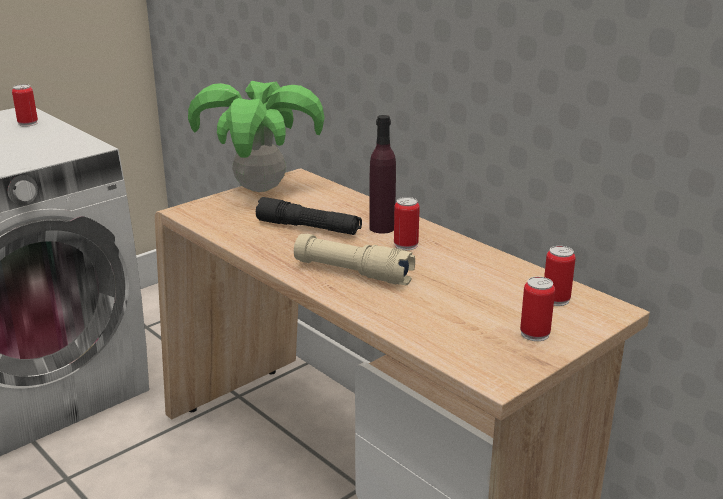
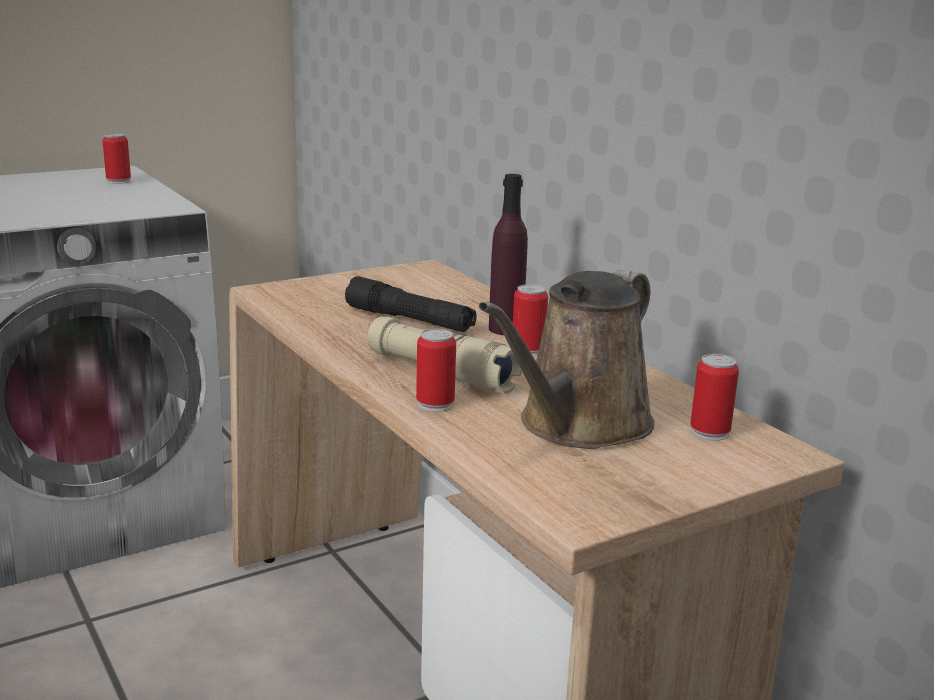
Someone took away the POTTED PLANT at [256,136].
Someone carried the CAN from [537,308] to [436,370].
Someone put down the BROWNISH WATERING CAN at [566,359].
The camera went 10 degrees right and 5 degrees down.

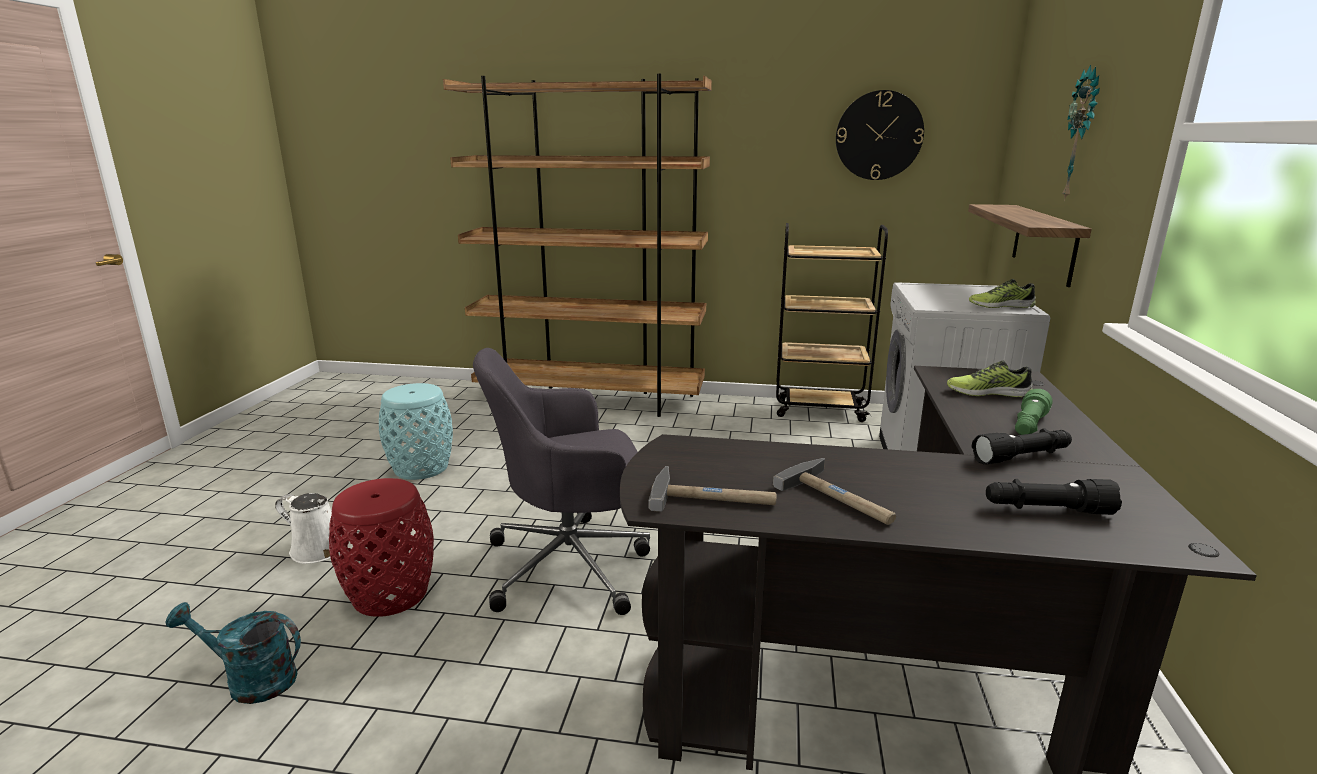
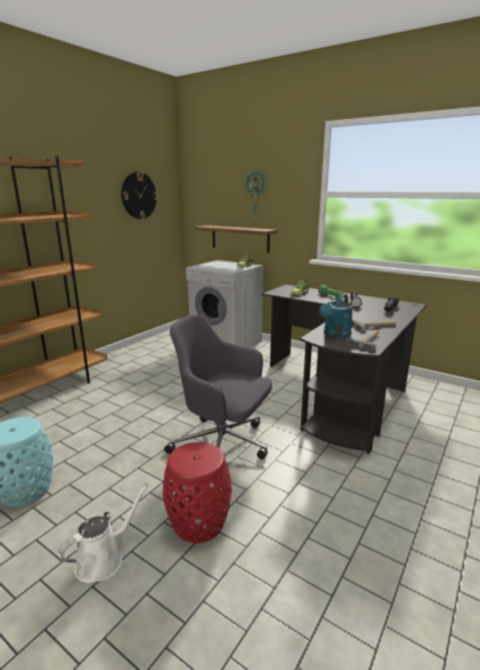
Someone carried the BLUE-GREEN WATERING CAN from [233,653] to [336,316].
Someone rotated the GRAY COMPUTER CHAIR at [561,481] by 105 degrees clockwise.
Someone took away the BROWNISH CART at [832,322].
The camera went 65 degrees left and 0 degrees up.

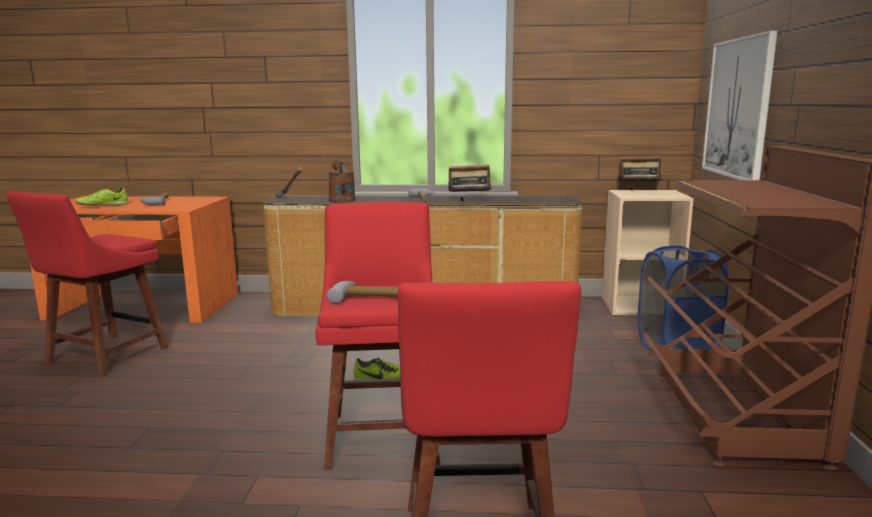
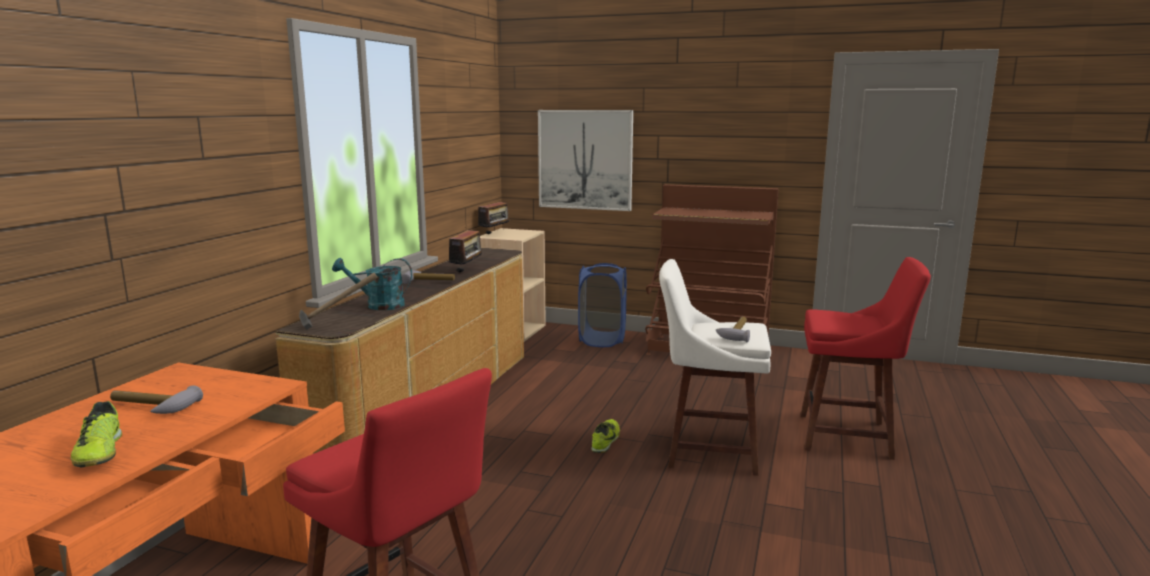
Someone repainted the REDDISH SITTING STOOL at [378,336], which became the WHITE SITTING STOOL at [715,367].
Someone repainted the BROWNISH WATERING CAN at [342,181], which became the BLUE-GREEN WATERING CAN at [372,284].
The camera went 75 degrees left and 0 degrees up.

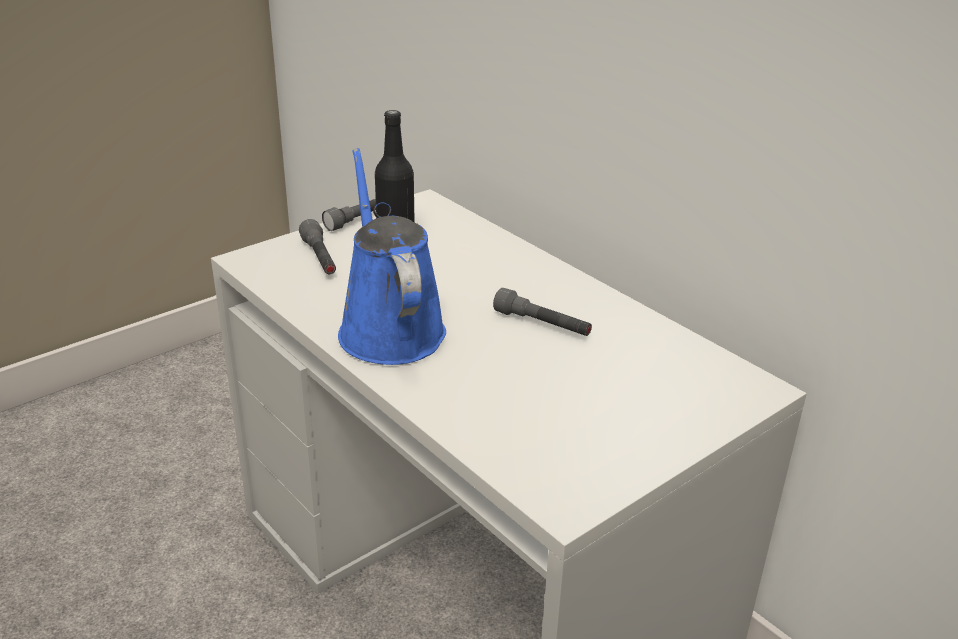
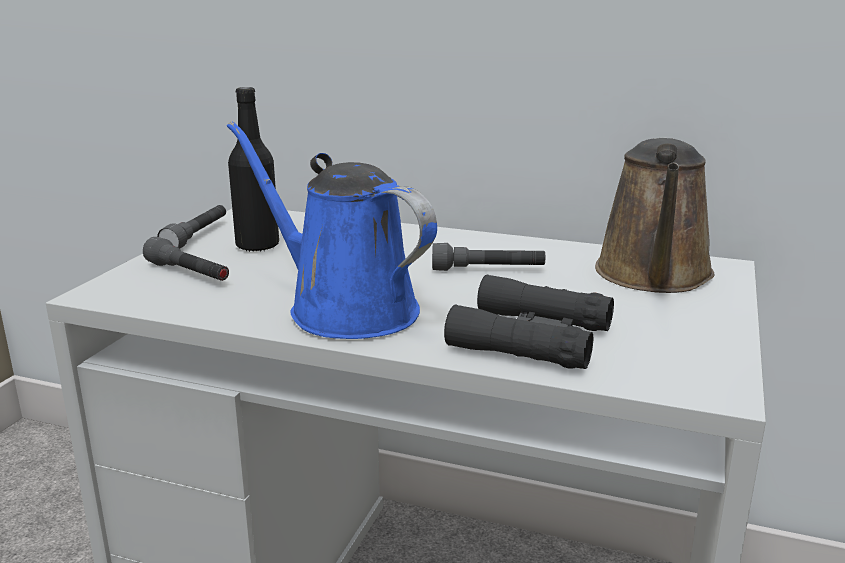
Someone put down the BLACK-COLOURED PAIR OF BINOCULARS at [529,321].
Someone put down the BROWNISH WATERING CAN at [654,215].
The camera went 30 degrees left and 10 degrees down.

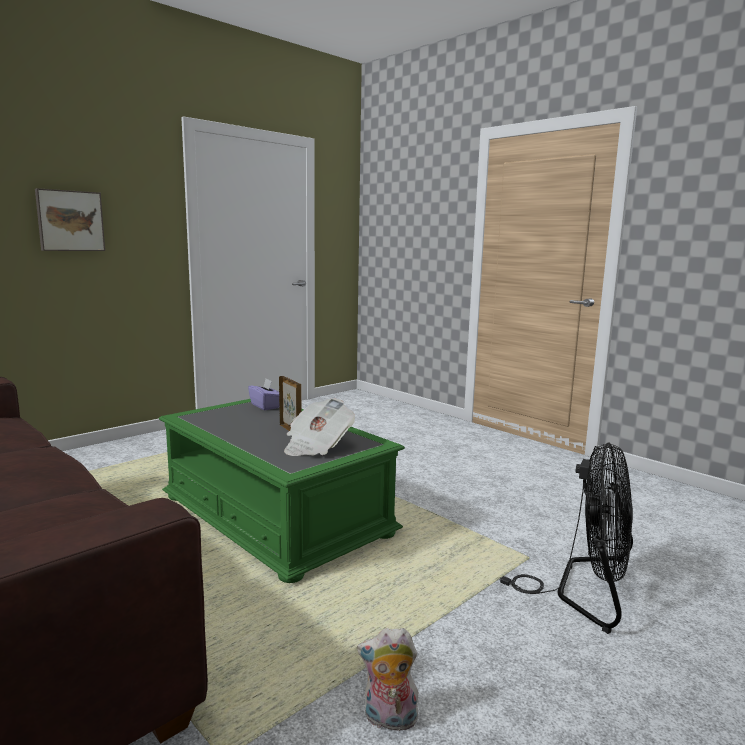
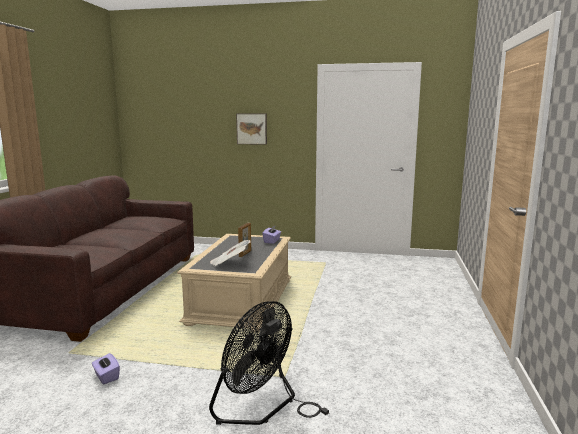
Someone repainted the GREENISH LOUNGE TABLE at [282,491], which became the BEIGE-COLOURED LOUNGE TABLE at [234,283].
Someone swapped the SOFT TOY at [387,679] for the PURPLE TISSUE HOLDER at [106,368].
Someone rotated the BLACK-COLOURED ELECTRIC FAN at [566,538] by 135 degrees clockwise.
The camera went 55 degrees right and 0 degrees up.

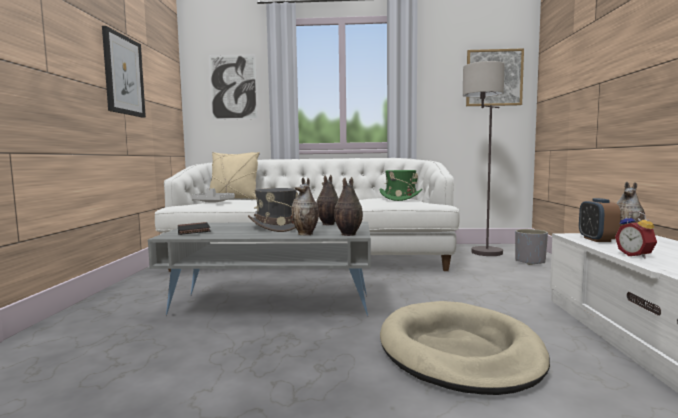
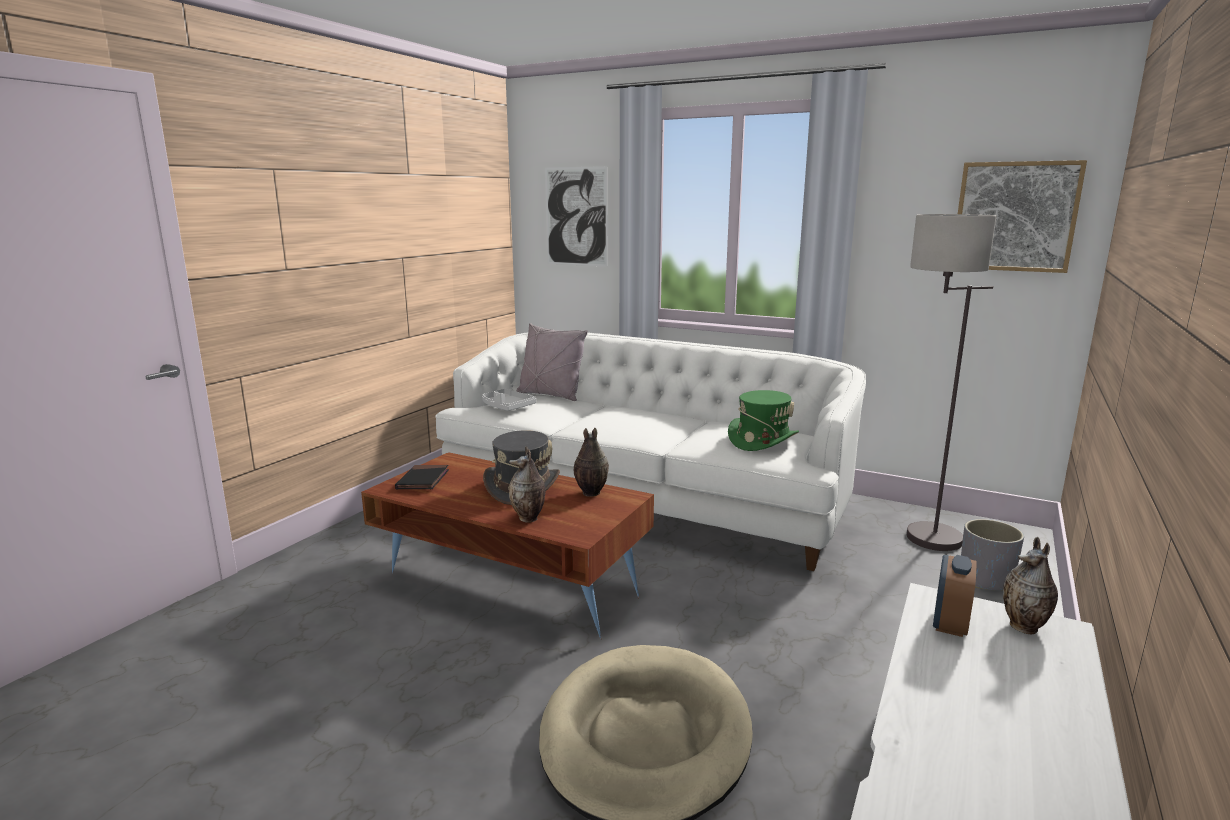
Someone took away the WALL ART at [124,71].
Someone repainted the GRAY LOUNGE TABLE at [259,269], which became the BROWNISH LOUNGE TABLE at [507,545].
Someone repainted the BEIGE-COLOURED CUSHION at [235,175], which became the PURPLE CUSHION at [552,362].
Someone took away the FLOWER VASE at [348,206].
Someone took away the TABLE CLOCK at [636,234].
The camera went 25 degrees right and 10 degrees up.

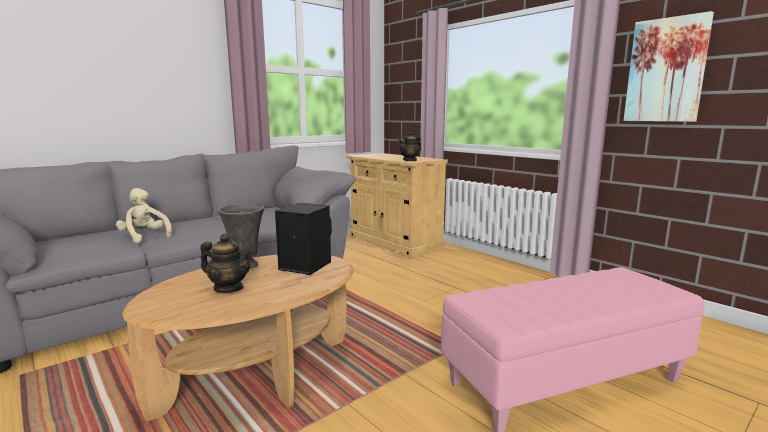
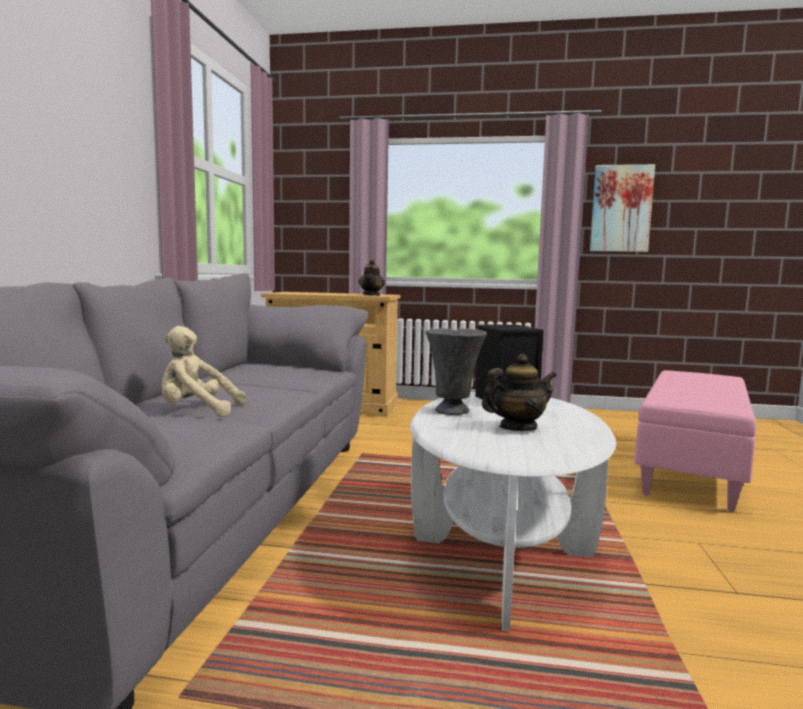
Someone repainted the BROWNISH LOUNGE TABLE at [237,338], which became the WHITE LOUNGE TABLE at [513,512].
The camera went 40 degrees left and 5 degrees down.

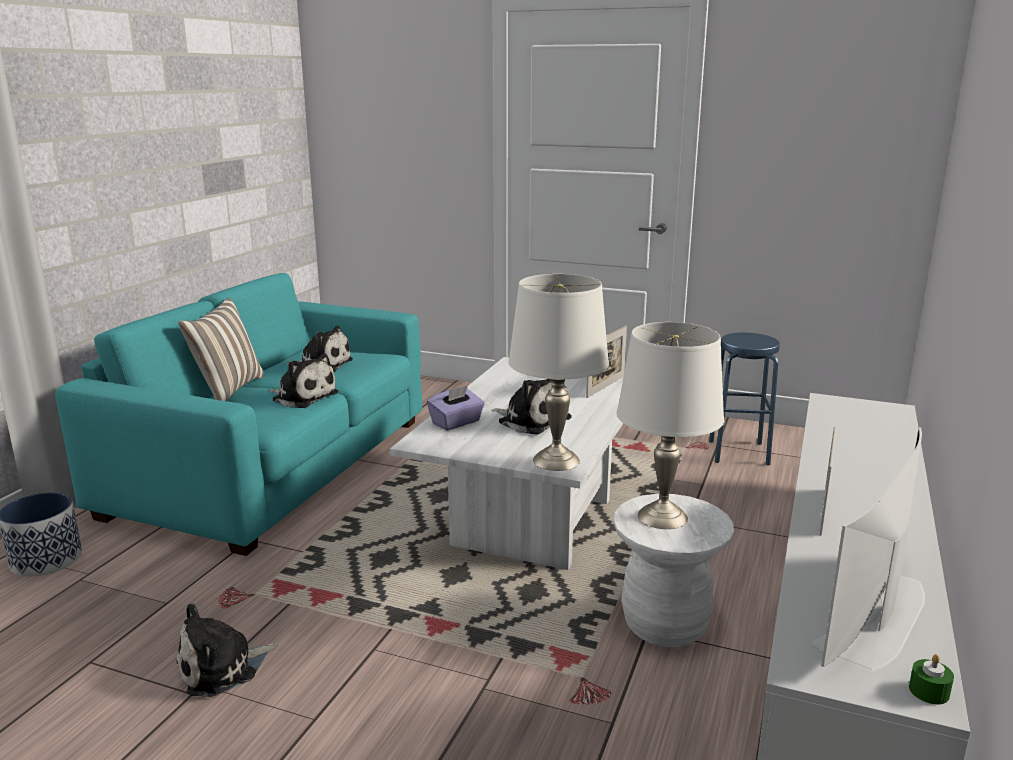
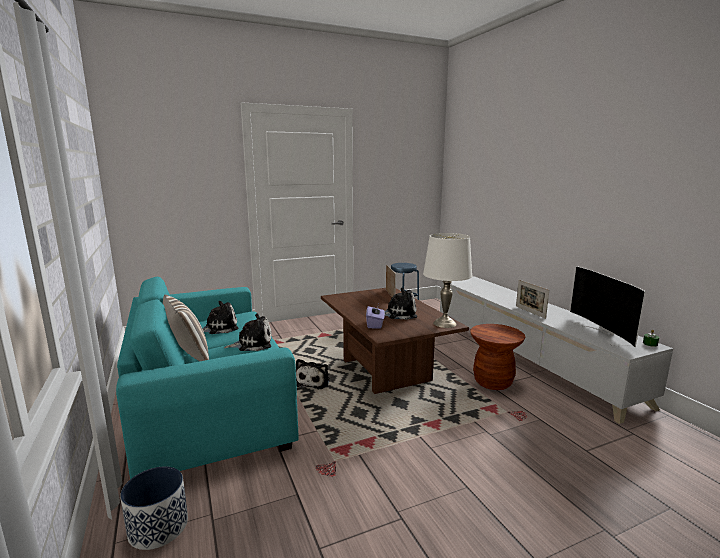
Someone carried the SOFT TOY from [227,650] to [313,374].
Someone repainted the WHITE LOUNGE TABLE at [506,463], which became the BROWNISH LOUNGE TABLE at [395,341].
Someone repainted the WHITE SITTING STOOL at [673,570], which became the BROWNISH SITTING STOOL at [497,357].
Someone took away the WHITE TABLETOP LAMP at [670,425].
The camera went 45 degrees left and 5 degrees down.

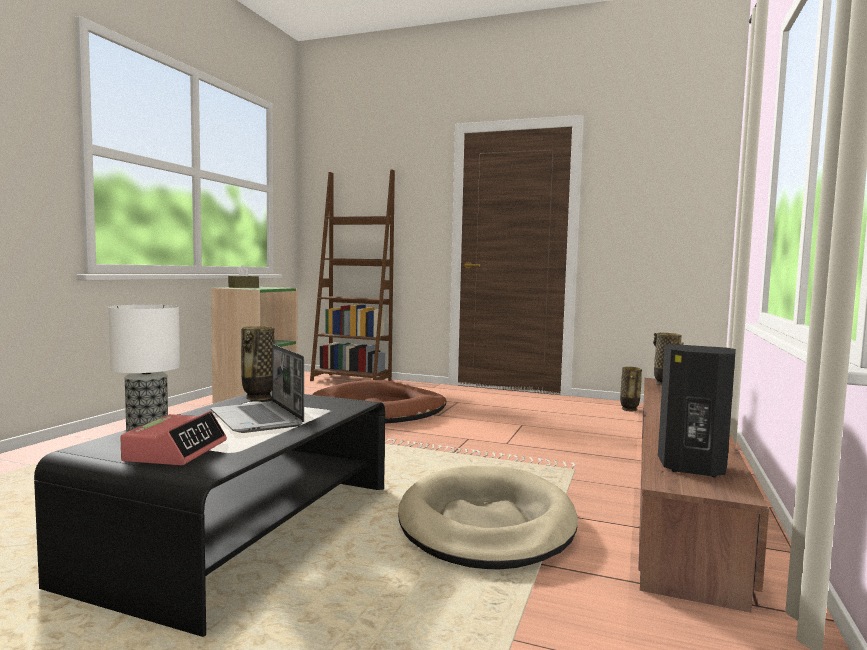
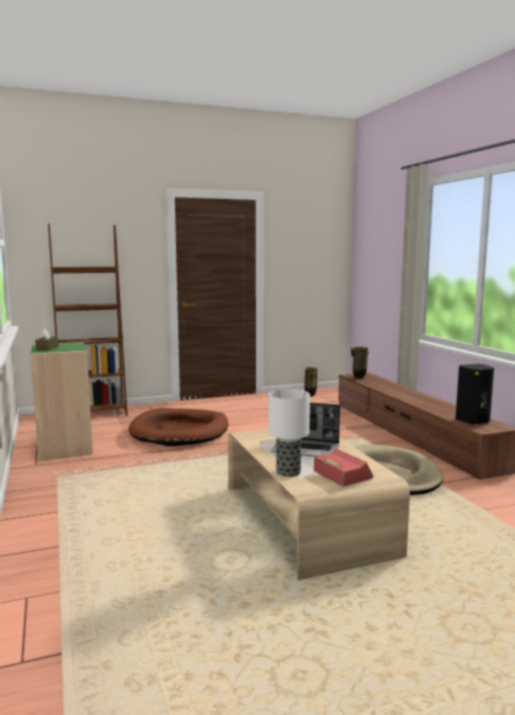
Someone repainted the BLACK-COLOURED LOUNGE TABLE at [209,514], which became the BEIGE-COLOURED LOUNGE TABLE at [319,504].
Someone took away the FLOWER VASE at [258,363].
The camera went 40 degrees left and 5 degrees up.

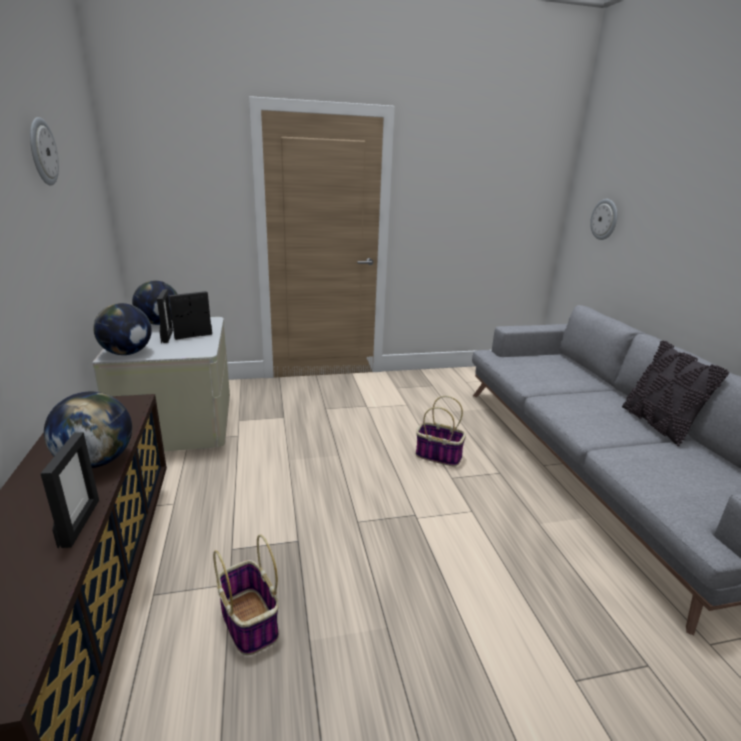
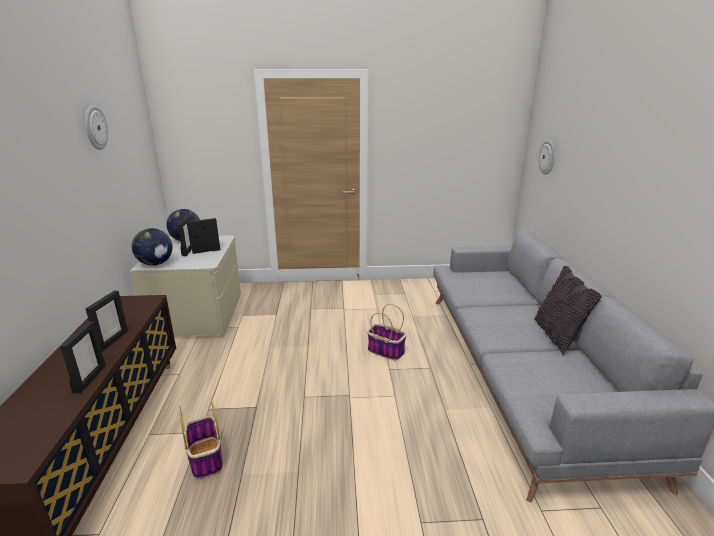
Someone swapped the WORLD GLOBE at [88,430] for the PICTURE FRAME at [107,320].
The camera went 10 degrees right and 0 degrees up.

